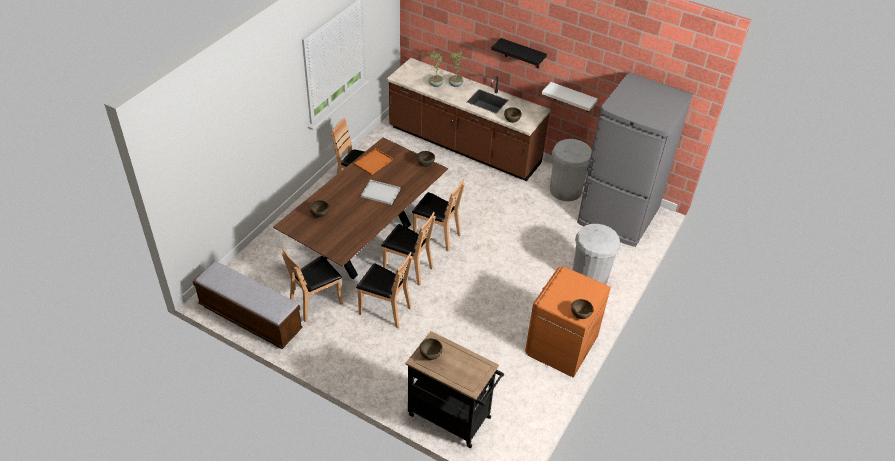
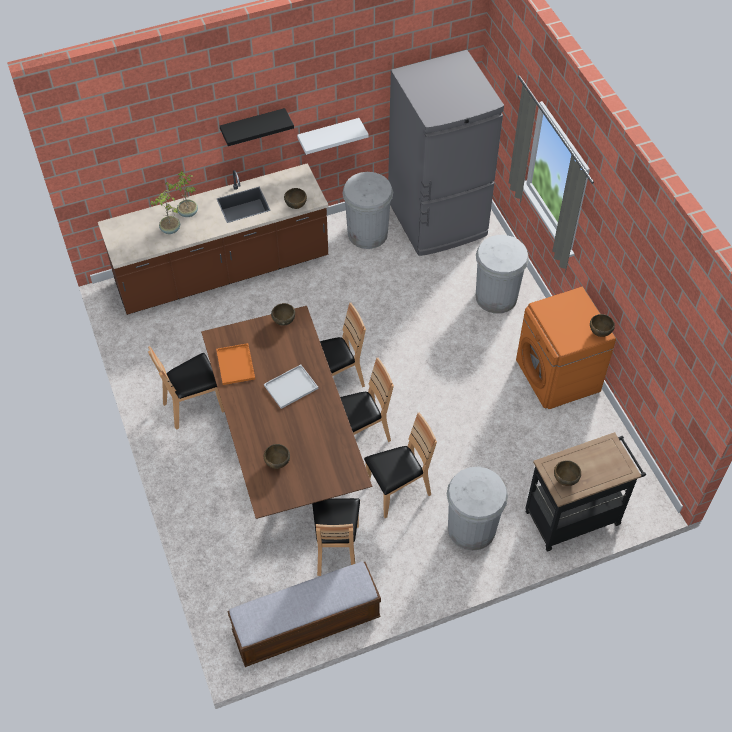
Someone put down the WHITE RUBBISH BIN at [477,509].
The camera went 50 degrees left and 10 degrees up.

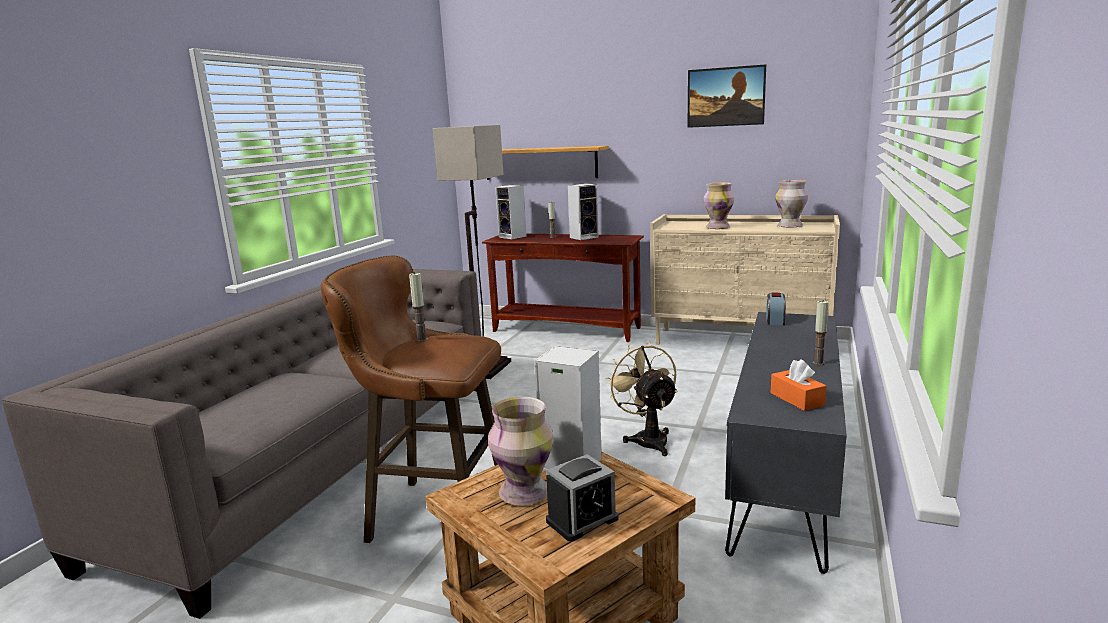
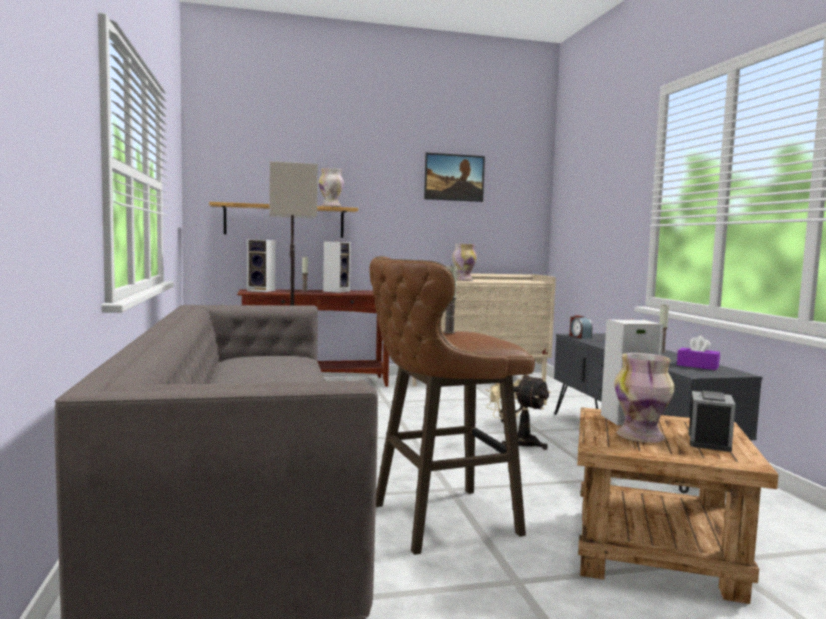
Someone repainted the ORANGE-COLOURED TISSUE HOLDER at [799,385], which became the PURPLE TISSUE HOLDER at [698,353].
Someone carried the FLOWER VASE from [791,204] to [331,187].
The camera went 35 degrees left and 10 degrees down.

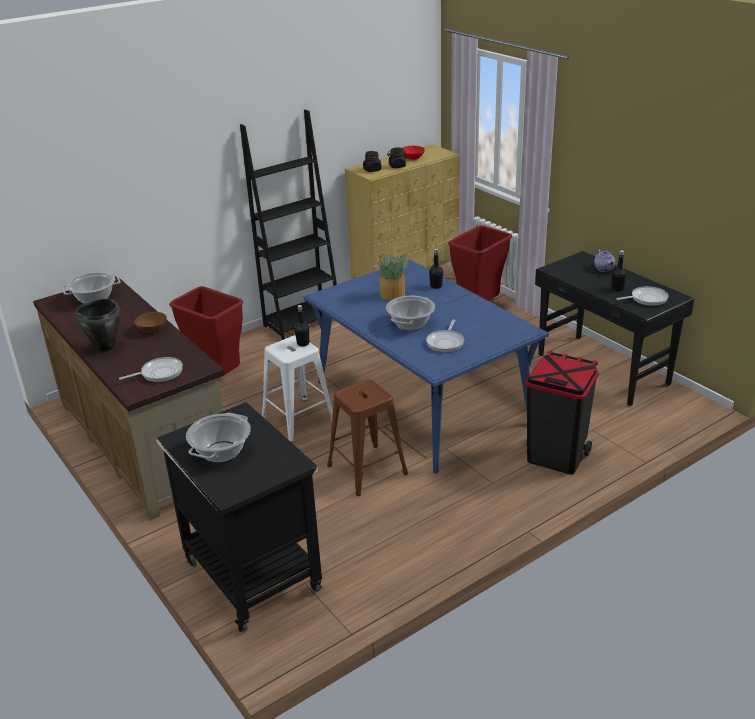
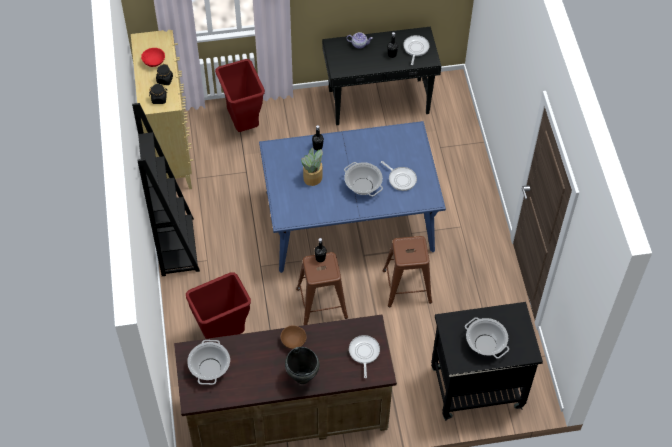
Someone repainted the WHITE SITTING STOOL at [297,388], which became the BROWNISH SITTING STOOL at [322,288].
Someone took away the BLACK-COLOURED RUBBISH BIN at [562,412].
The camera went 65 degrees left and 25 degrees up.

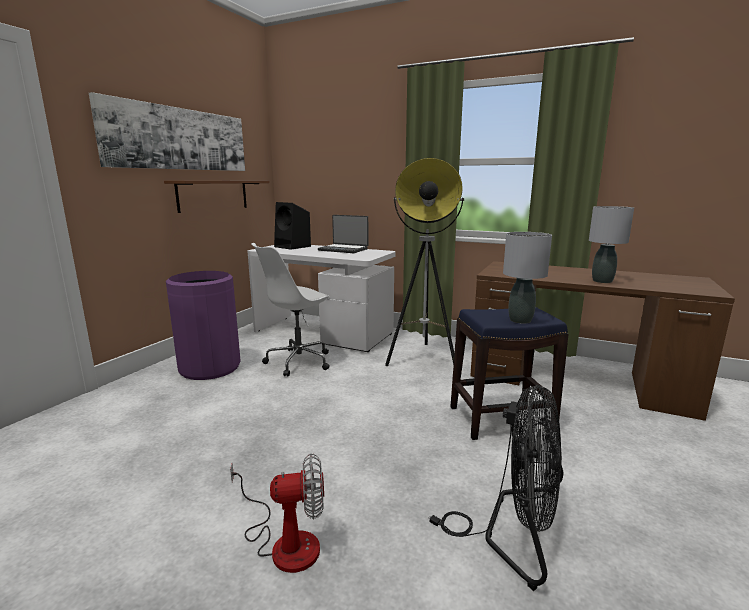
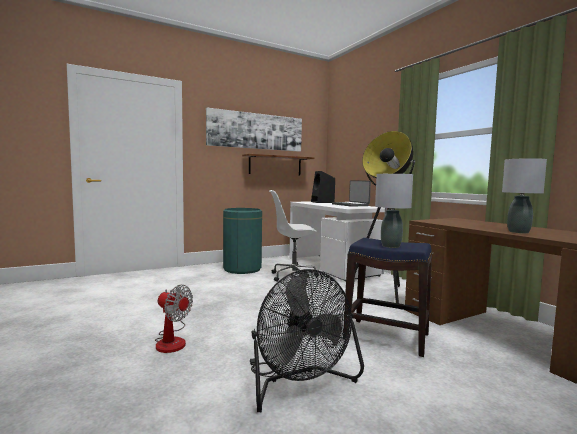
Someone repainted the PURPLE RUBBISH BIN at [203,325], which became the GREENISH RUBBISH BIN at [242,241].
The camera went 35 degrees right and 10 degrees down.

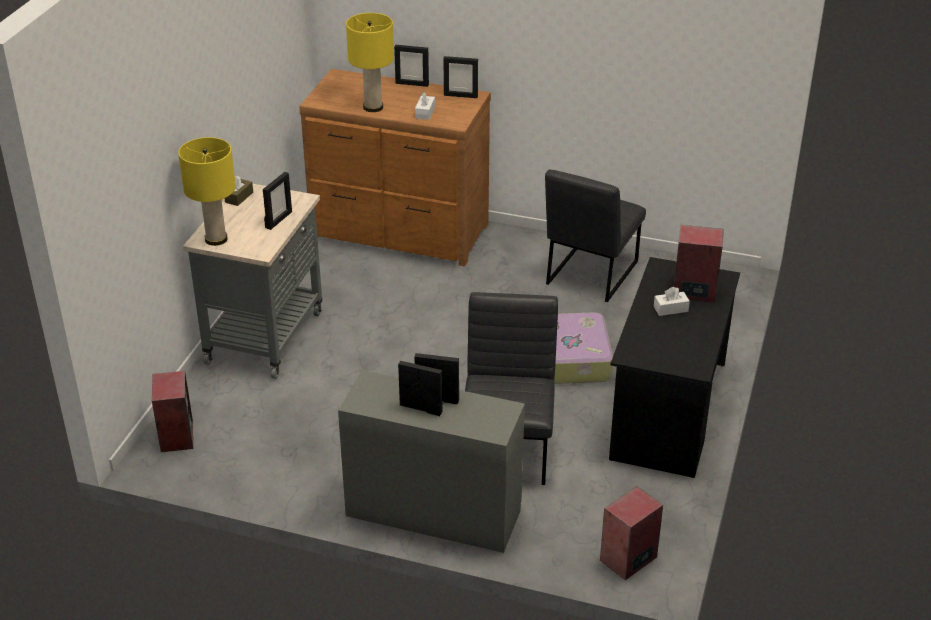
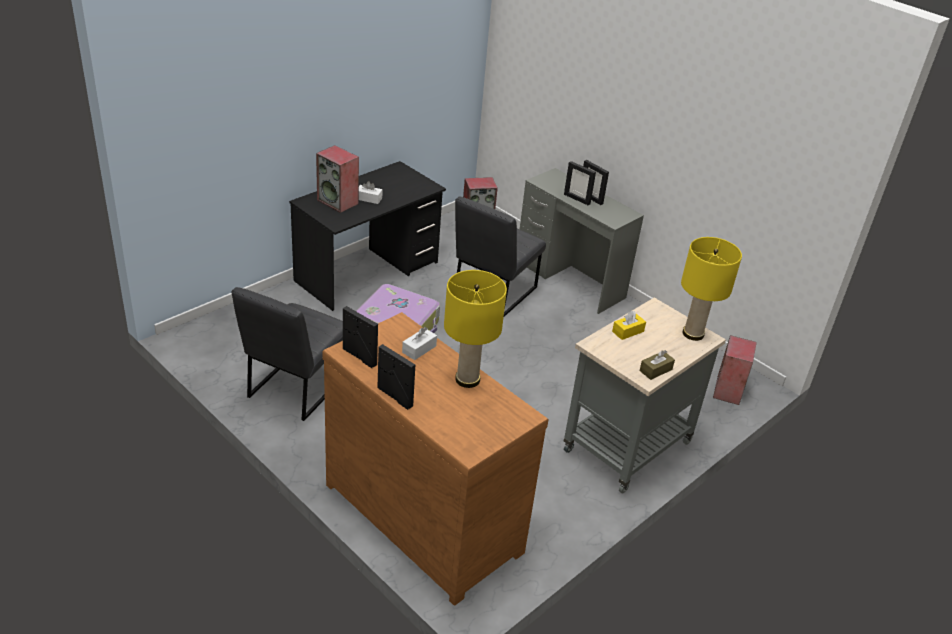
Someone swapped the PICTURE FRAME at [277,201] for the YELLOWISH TISSUE HOLDER at [629,325].
Someone rotated the GRAY CHAIR at [595,236] by 150 degrees clockwise.
The camera went 155 degrees left and 0 degrees up.

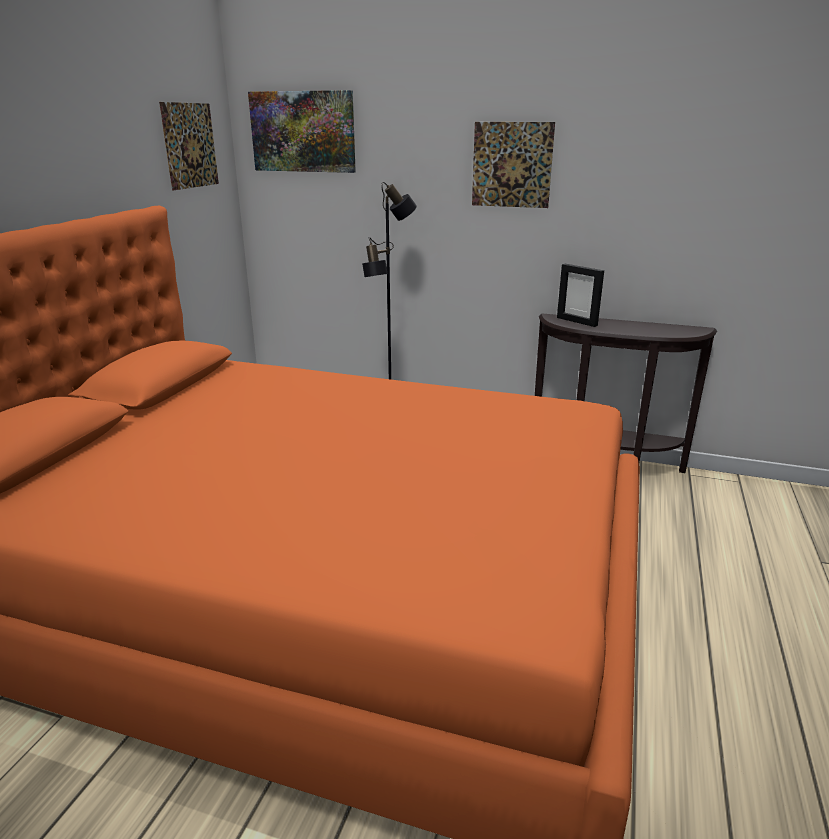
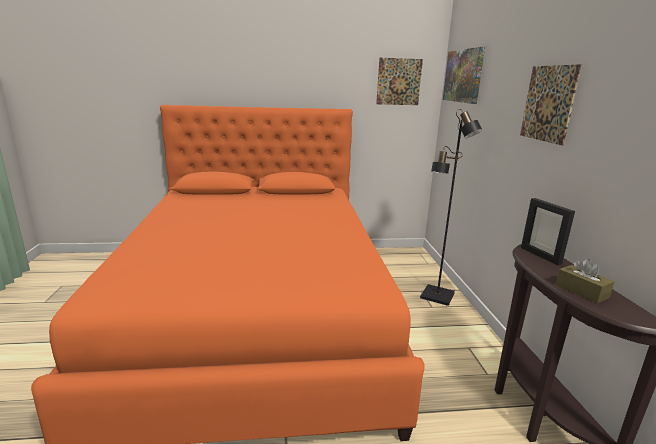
Someone rotated the PICTURE FRAME at [580,295] by 45 degrees counterclockwise.
Someone put down the BROWNISH TISSUE HOLDER at [585,281].
The camera went 65 degrees right and 5 degrees down.

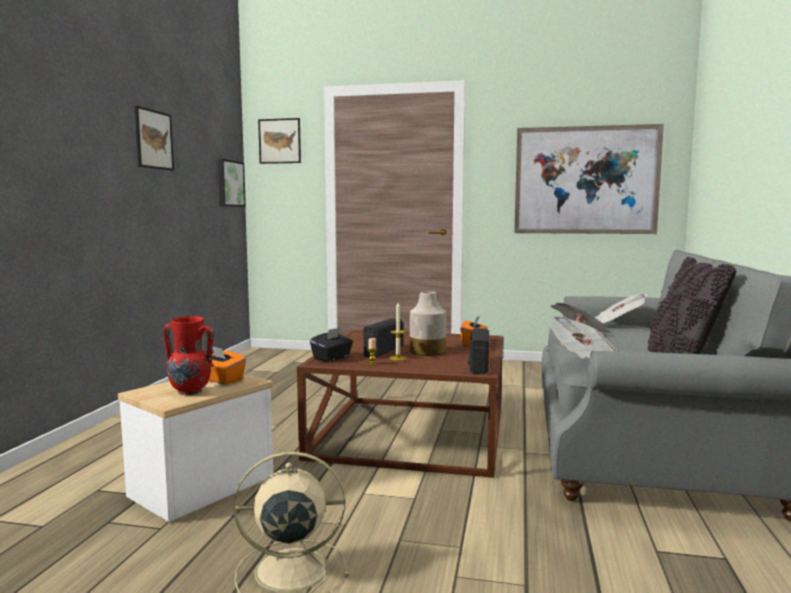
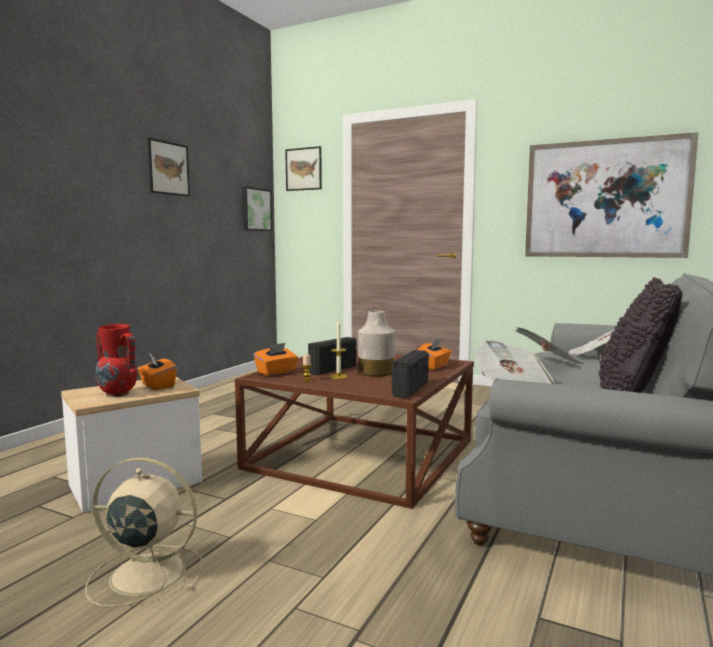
Someone repainted the BLACK-COLOURED TISSUE HOLDER at [331,344], which became the ORANGE-COLOURED TISSUE HOLDER at [276,359].
The camera went 15 degrees right and 0 degrees up.

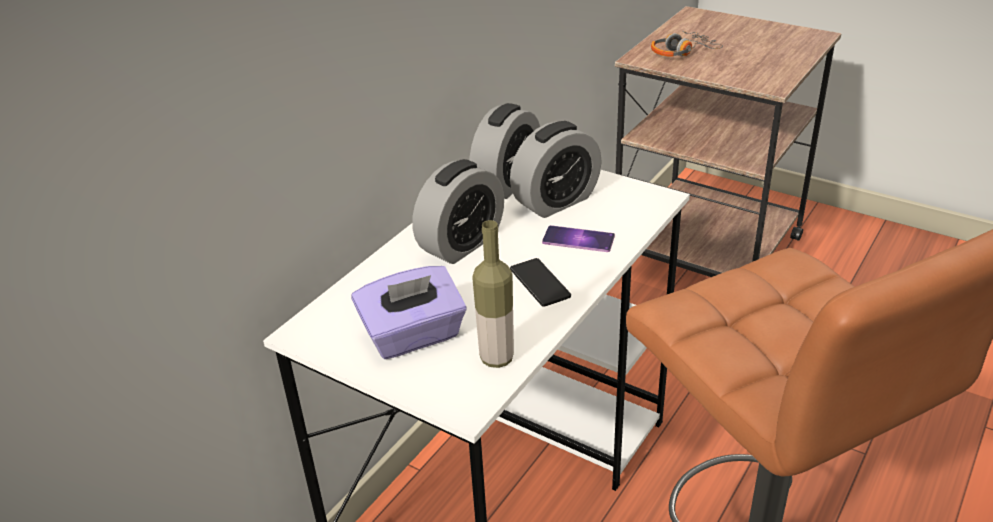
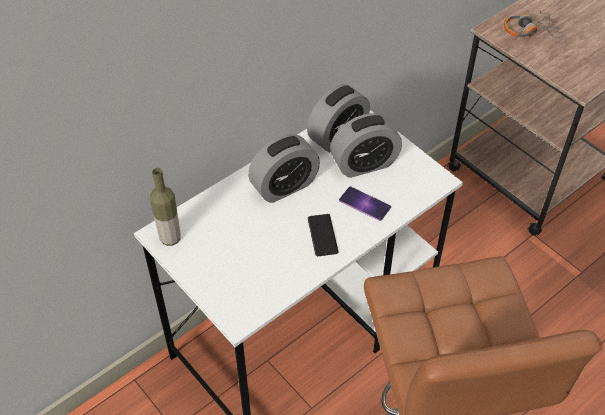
Someone took away the PURPLE TISSUE HOLDER at [409,312].
Someone carried the BOTTLE from [493,294] to [165,207].
The camera went 15 degrees right and 15 degrees up.

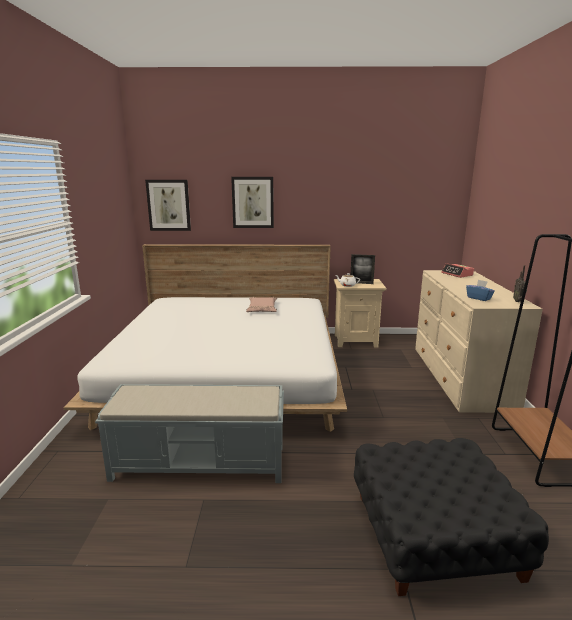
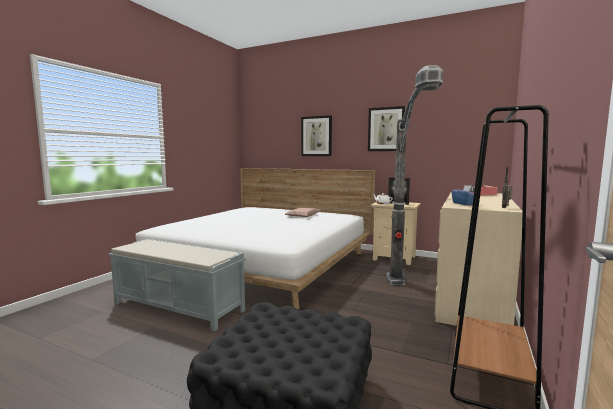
Someone carried the WALL ART from [168,205] to [386,128].
Someone put down the STANDARD LAMP at [415,175].
The camera went 25 degrees right and 10 degrees down.

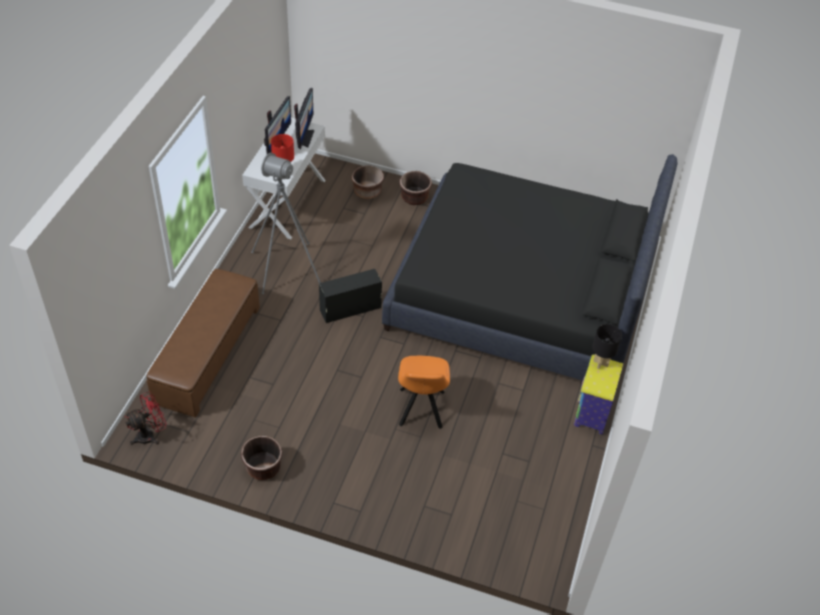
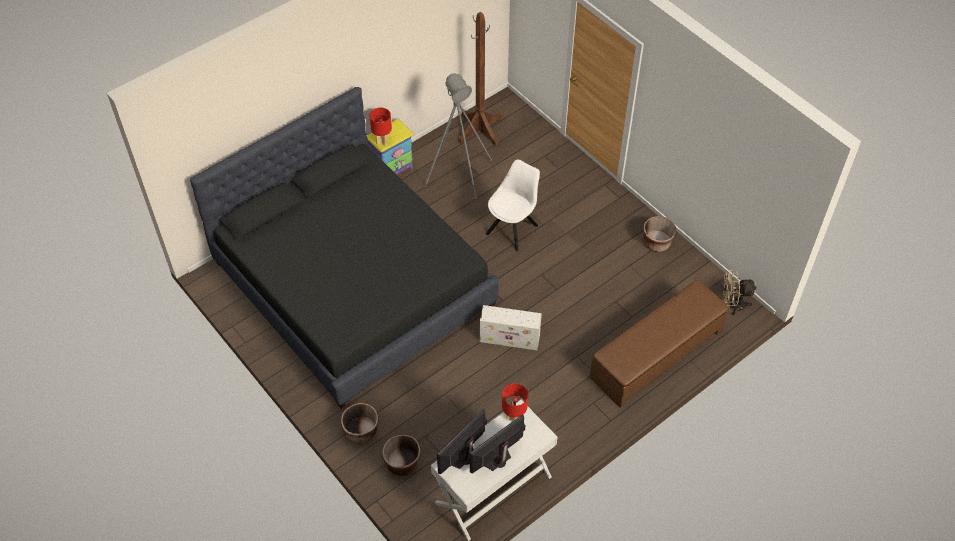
Someone repainted the REDDISH ELECTRIC FAN at [146,418], which became the BEIGE-COLOURED ELECTRIC FAN at [740,292].
Someone carried the GRAY STANDARD LAMP from [286,223] to [458,136].
Someone repainted the BLACK-COLOURED STORAGE CONTAINER at [350,296], which became the WHITE STORAGE CONTAINER at [511,327].
Someone repainted the ORANGE-COLOURED CHAIR at [424,392], which became the WHITE CHAIR at [513,205].
Someone repainted the BLACK-COLOURED TABLETOP LAMP at [607,346], which became the REDDISH TABLETOP LAMP at [380,126].
Someone put down the BROWNISH GARMENT STAND at [480,79].
The camera went 145 degrees left and 5 degrees up.

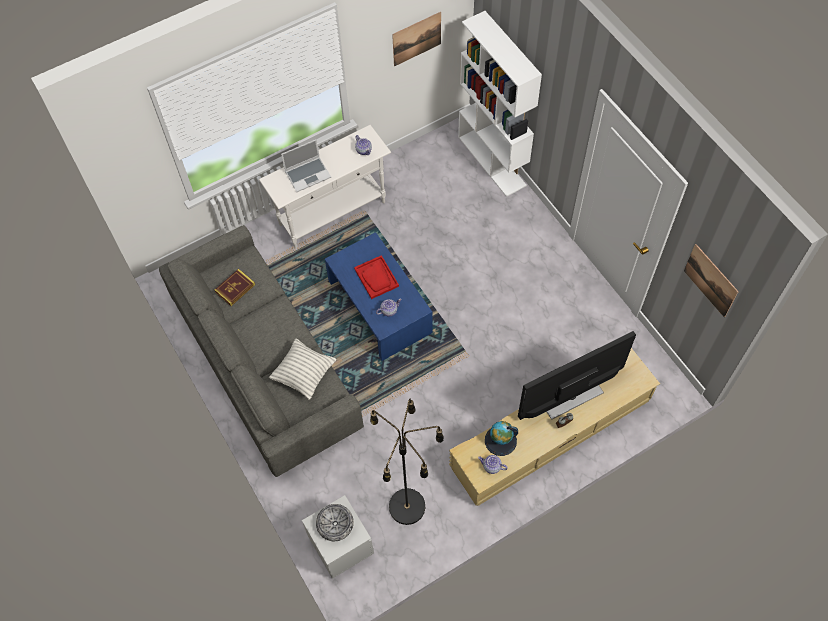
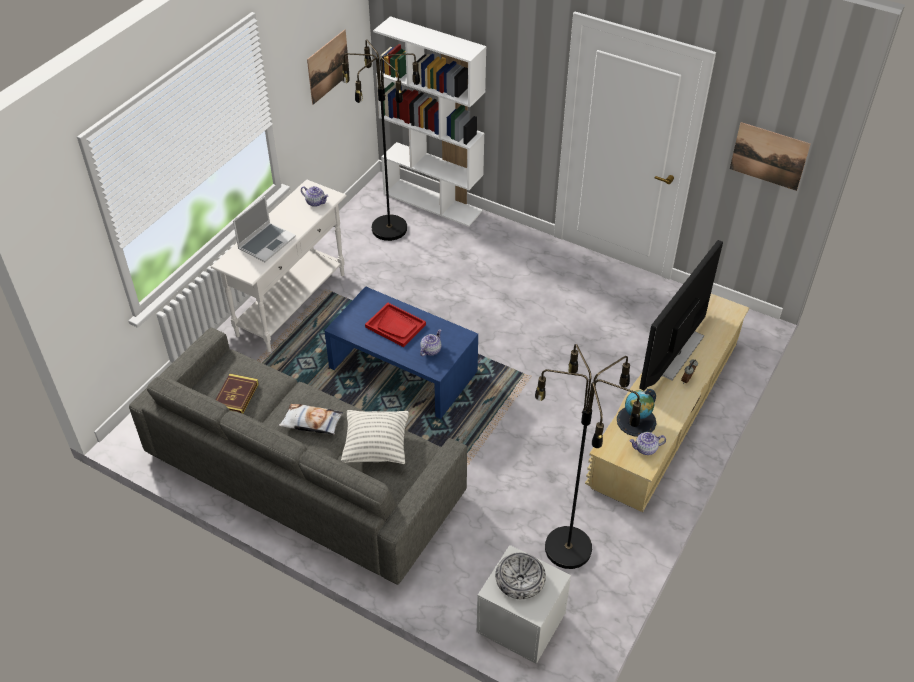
Someone put down the CUSHION at [311,419].
Someone put down the STANDARD LAMP at [381,140].
The camera went 30 degrees left and 15 degrees down.

